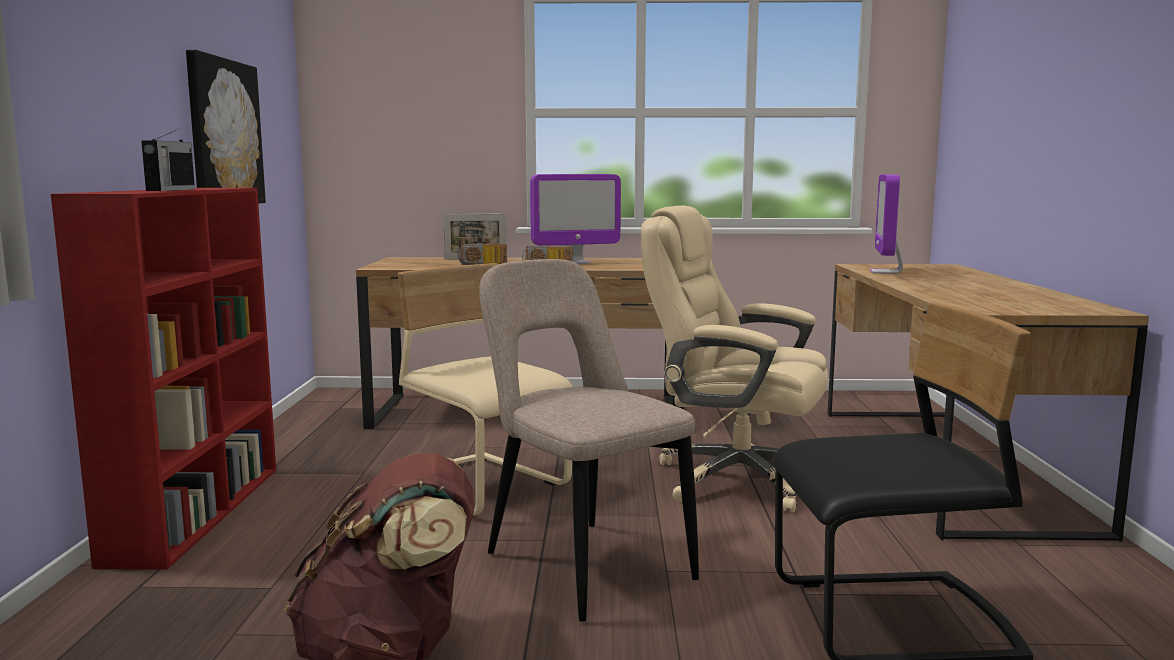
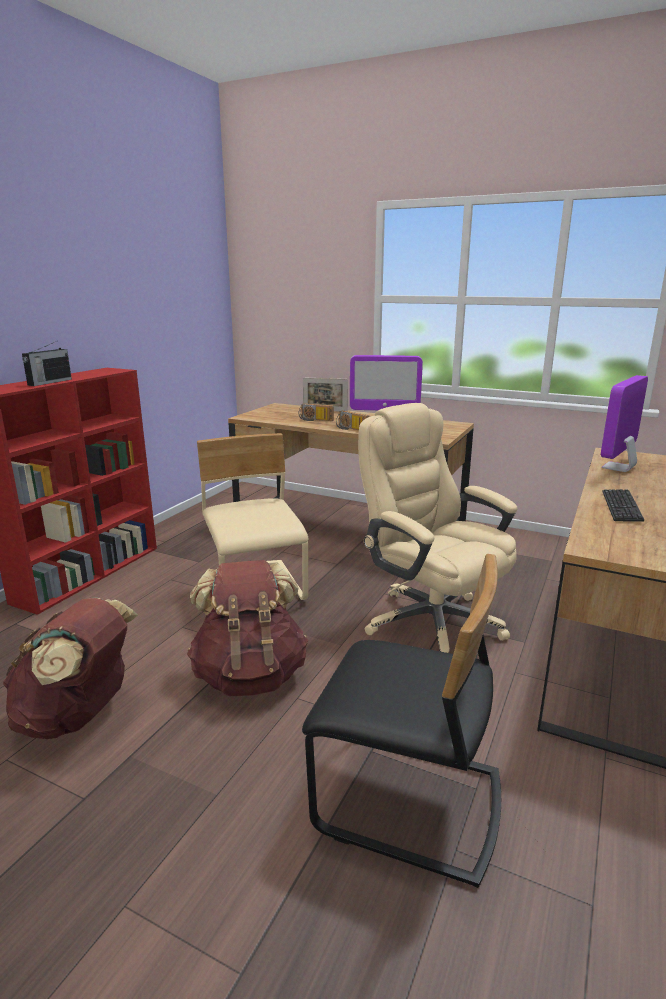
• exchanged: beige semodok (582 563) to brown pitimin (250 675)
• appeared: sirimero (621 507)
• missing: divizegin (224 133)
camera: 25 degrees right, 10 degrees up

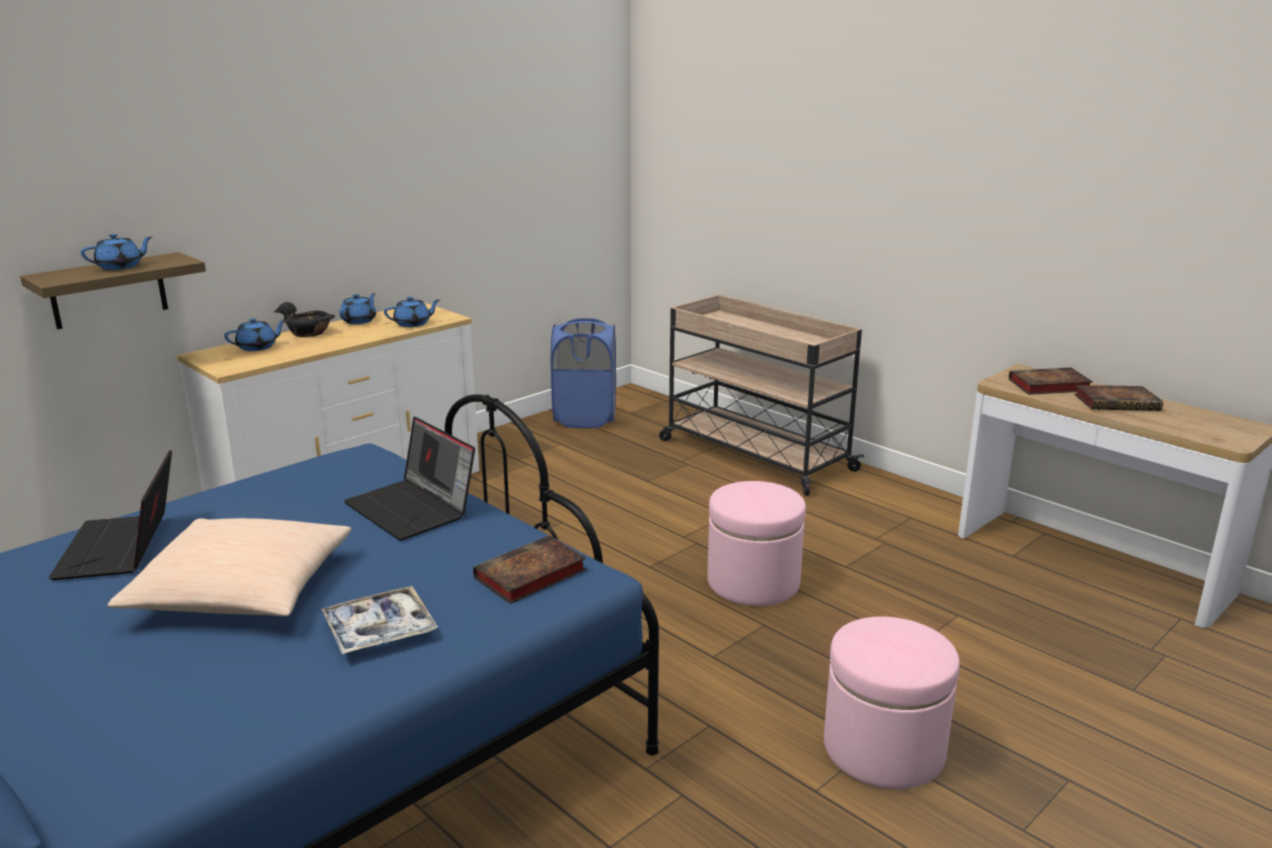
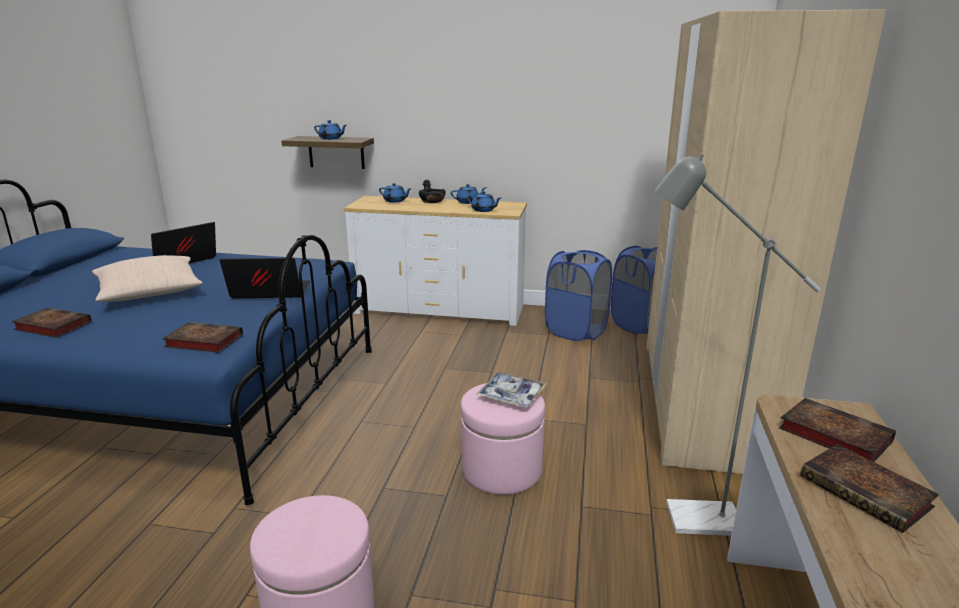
• appeared: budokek (51 326)
• spun: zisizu (413 509) = (268 293) 75 degrees clockwise
• relocated: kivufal (379 630) to (511 395)
• appeared: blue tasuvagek (576 331)
• exchanged: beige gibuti (754 454) to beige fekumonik (702 401)
• appeared: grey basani (690 519)
camera: 55 degrees right, 0 degrees up

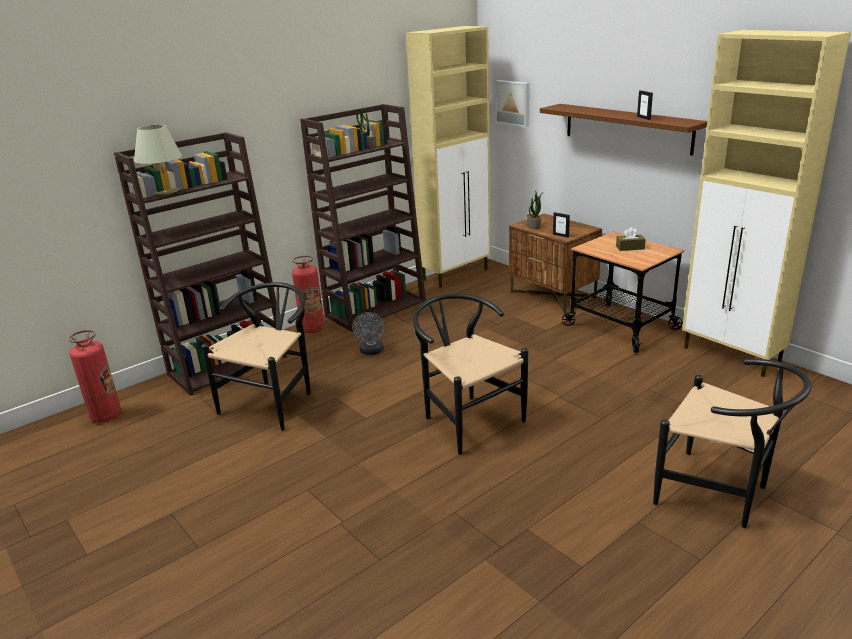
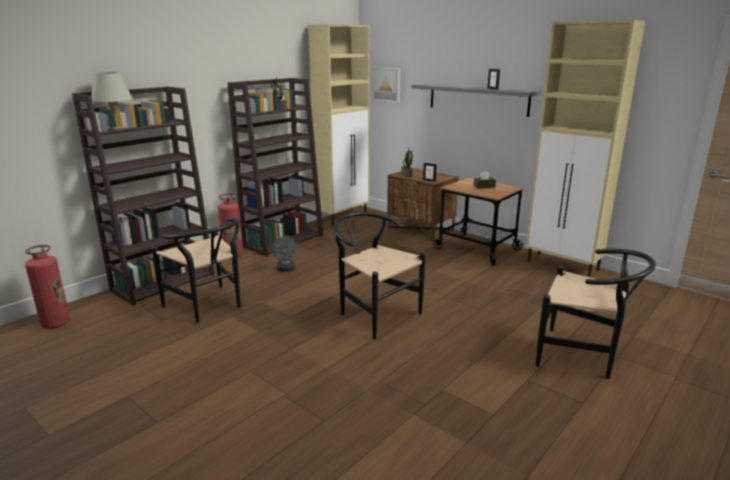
• spun: black semodok (273 401) = (208 307) 120 degrees clockwise
• colour: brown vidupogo (627 128) to grey vidupogo (477 99)
camera: 10 degrees left, 5 degrees down

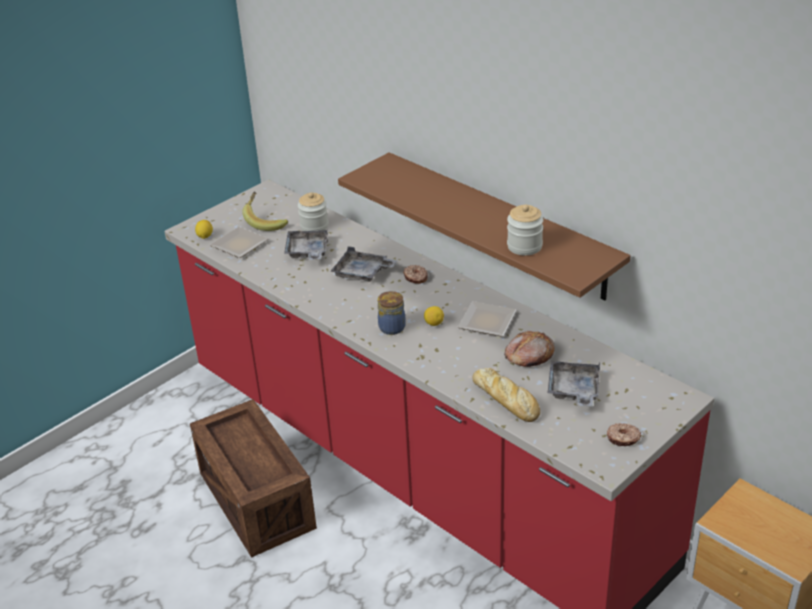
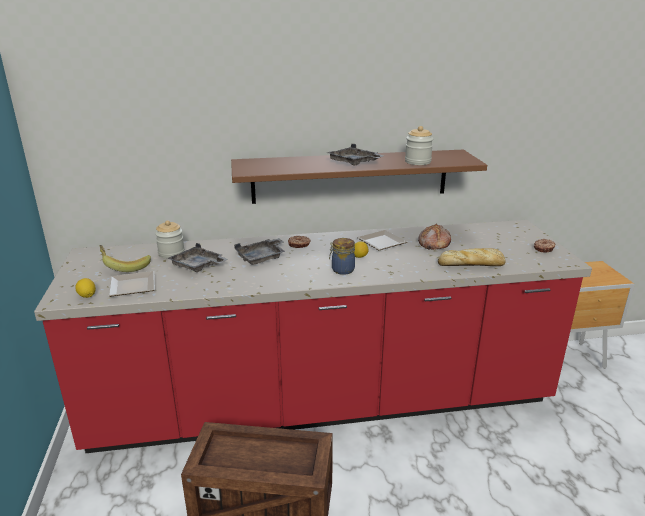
• relocated: grey kivufal (573 391) to (354 162)
camera: 55 degrees left, 10 degrees down

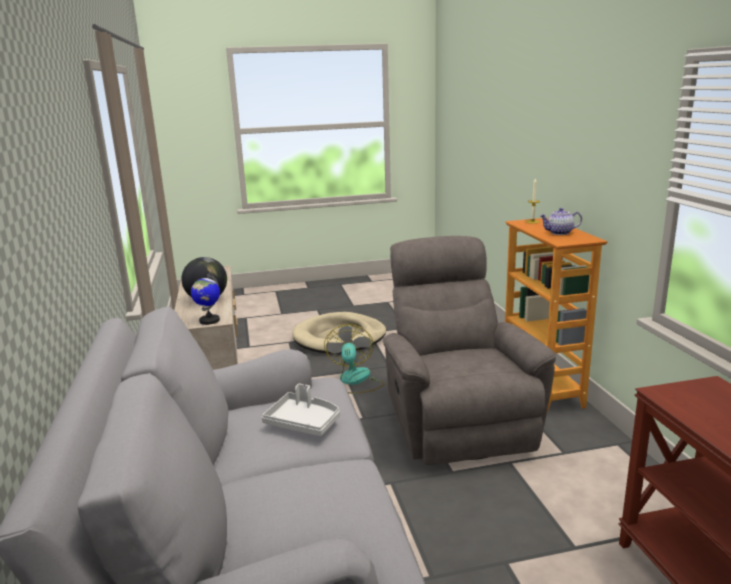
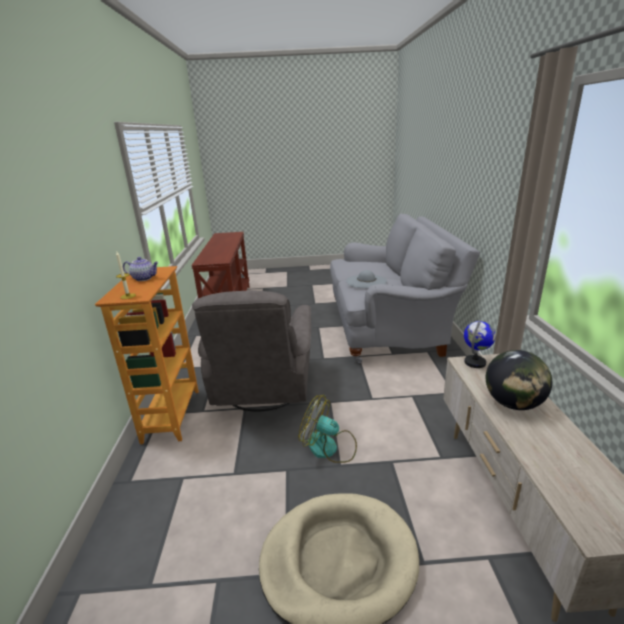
• spun: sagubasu (355 381) = (329 448) 105 degrees clockwise
• exchanged: grey kivufal (303 422) to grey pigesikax (366 281)
camera: 170 degrees left, 5 degrees up

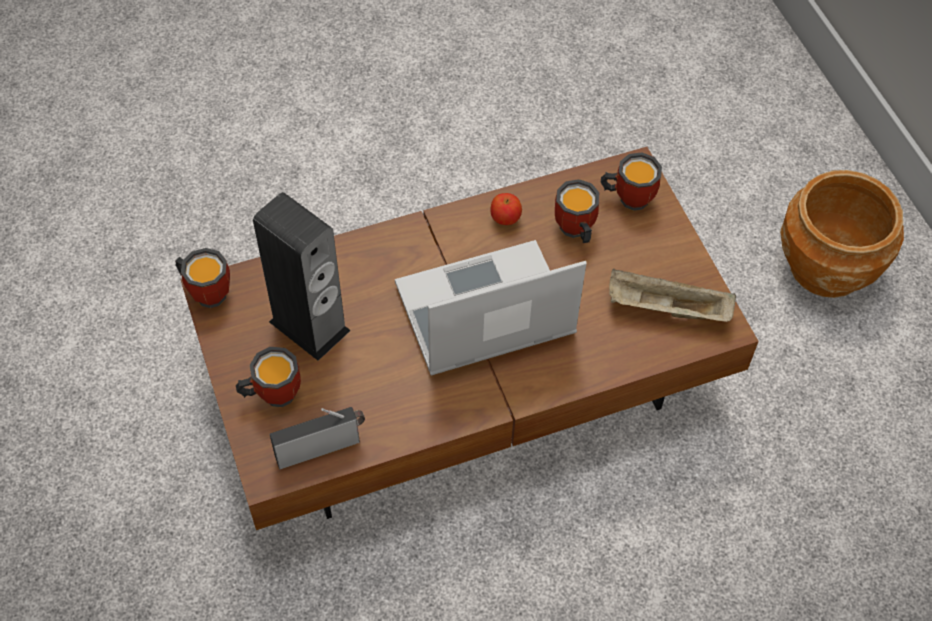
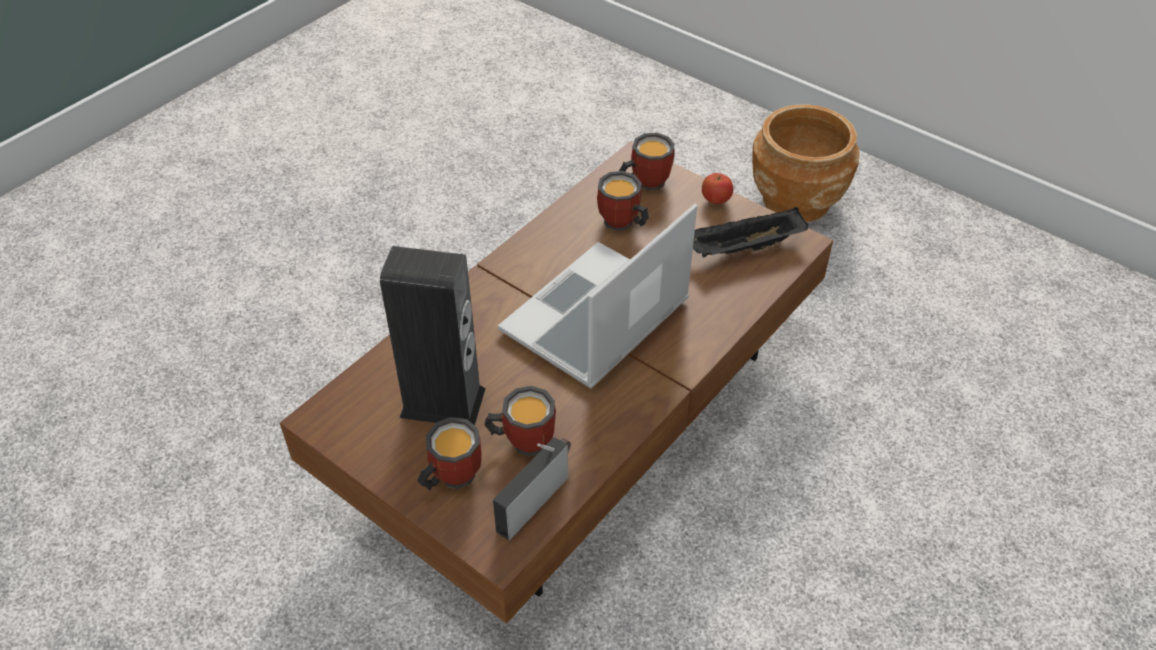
• relocated: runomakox (208 290) to (523 439)
• colour: beige kivufal (666 309) to black kivufal (744 249)
• relocated: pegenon (505 219) to (715 200)
camera: 30 degrees left, 10 degrees down

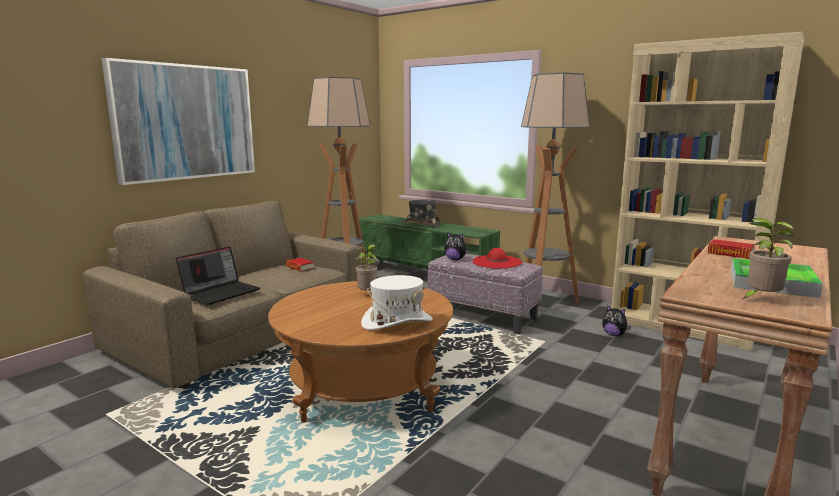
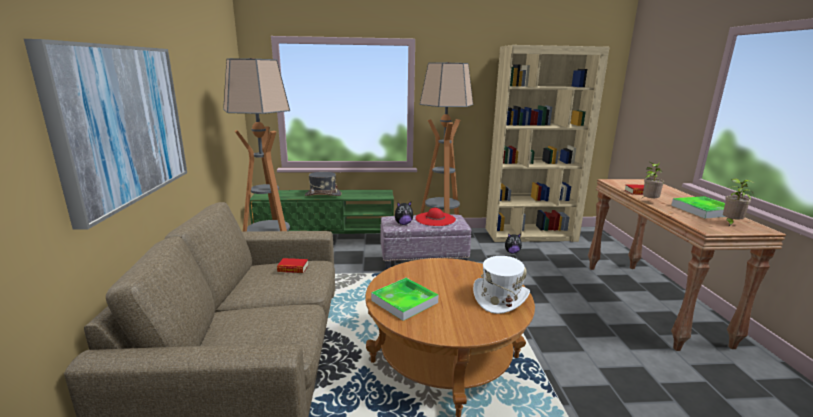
• appeared: kivufal (404 301)
• relocated: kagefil (368 294) to (648 201)
• missing: zisizu (221 292)
camera: 40 degrees left, 5 degrees up

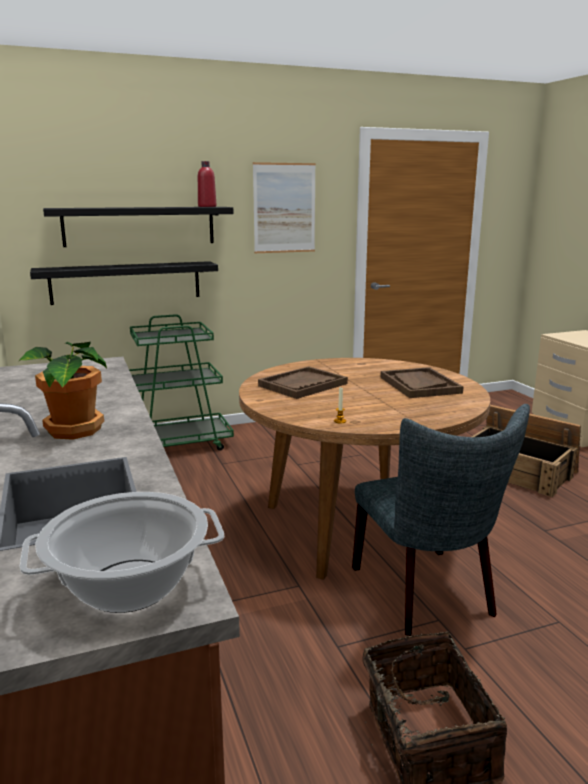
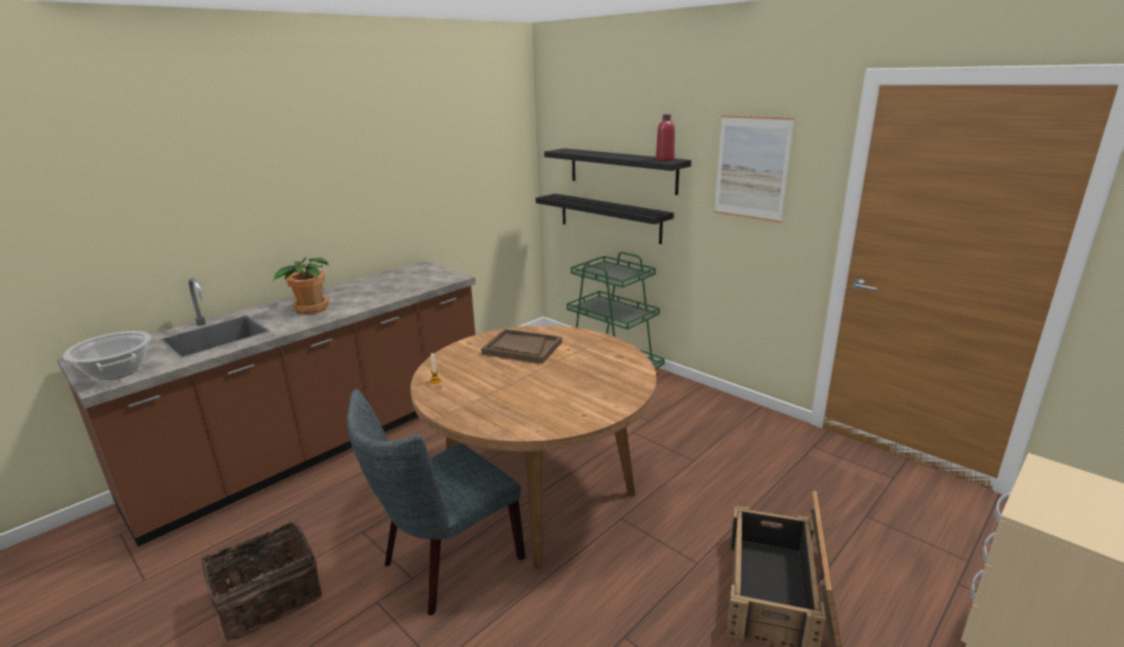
• missing: brown kivufal (419 385)
camera: 65 degrees right, 5 degrees up

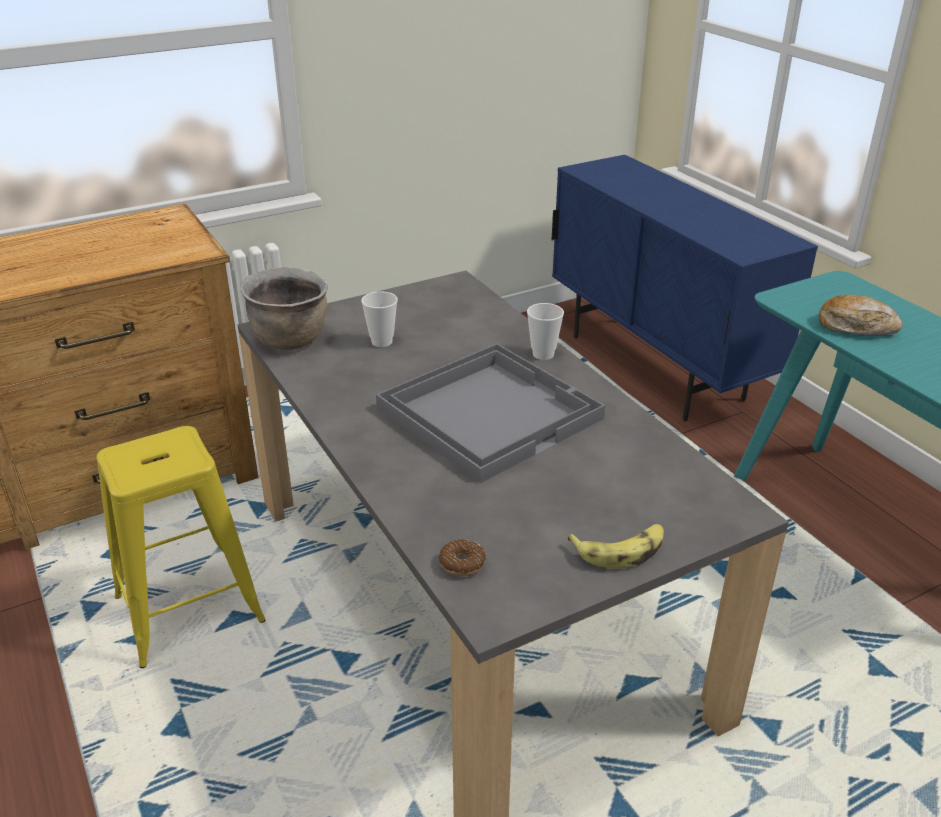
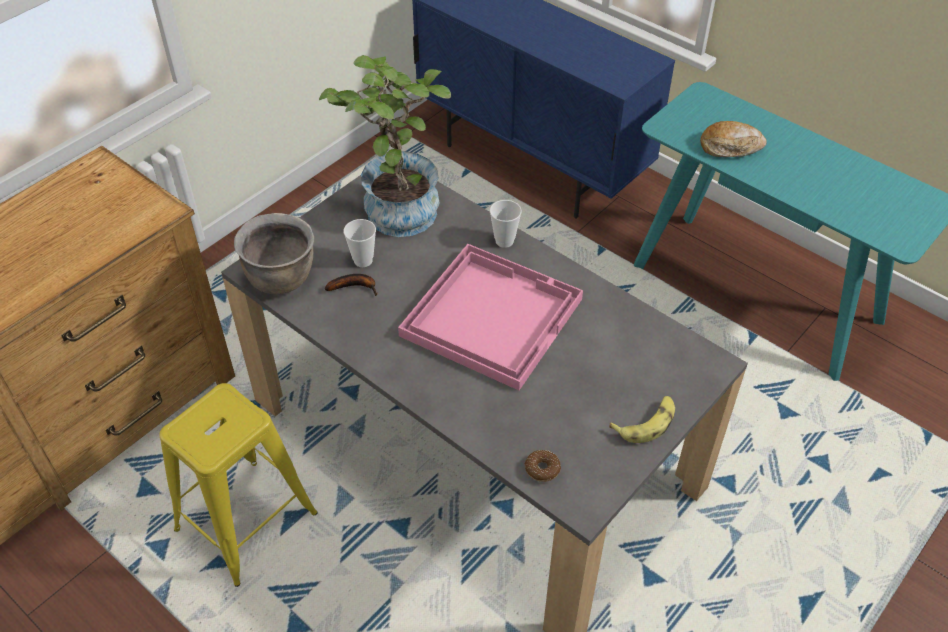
• appeared: kagefil (397 205)
• appeared: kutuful (355 286)
• colour: grey kivufal (489 411) to pink kivufal (491 316)
camera: 20 degrees left, 15 degrees up

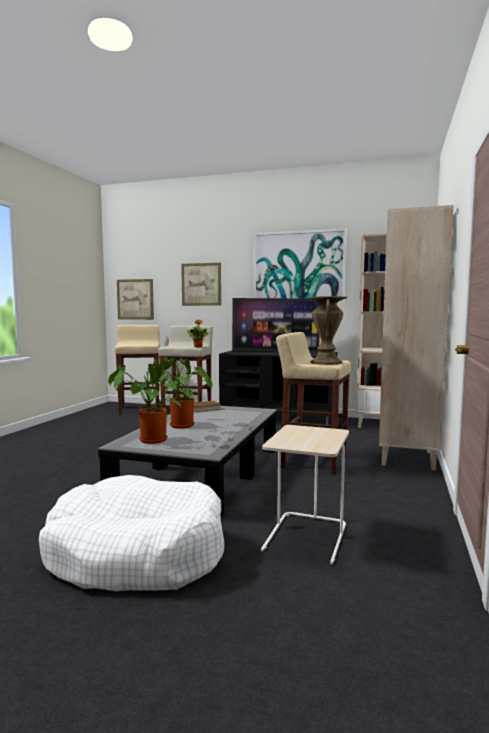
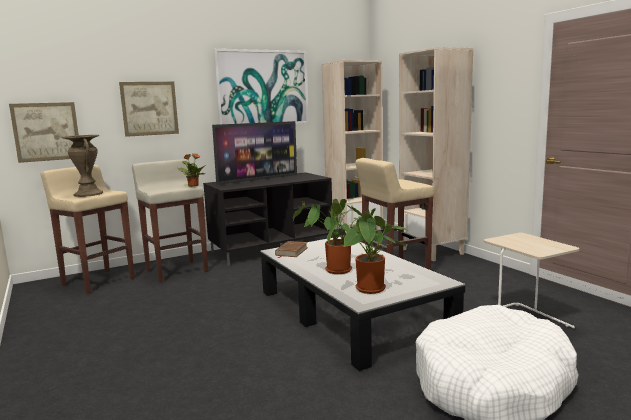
• relocated: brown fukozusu (326 363) to (88 194)
camera: 45 degrees left, 5 degrees up

